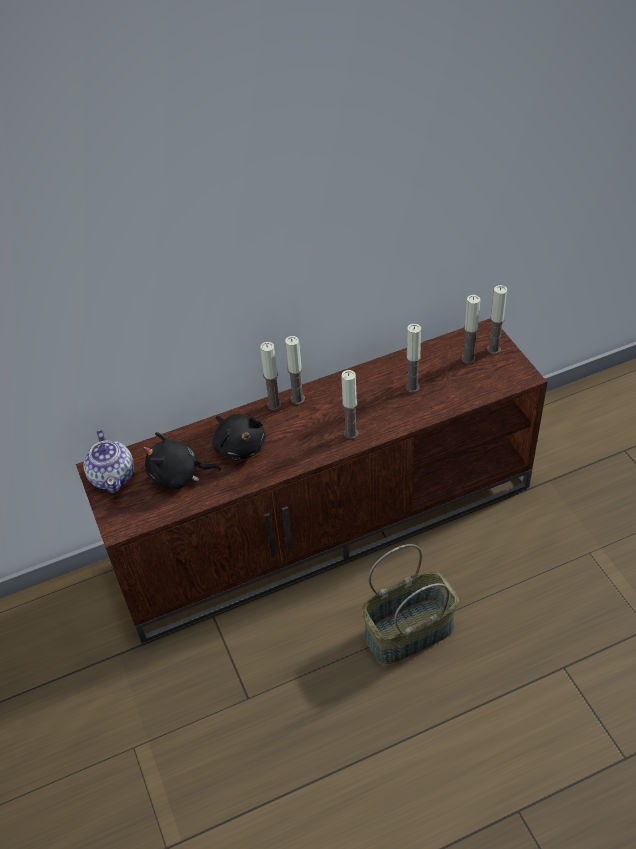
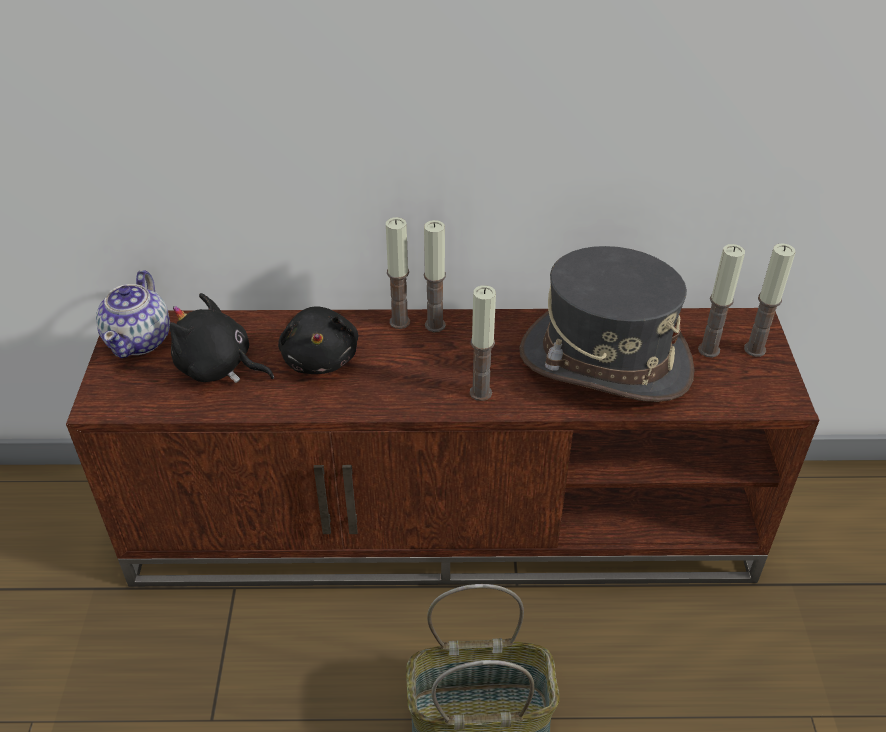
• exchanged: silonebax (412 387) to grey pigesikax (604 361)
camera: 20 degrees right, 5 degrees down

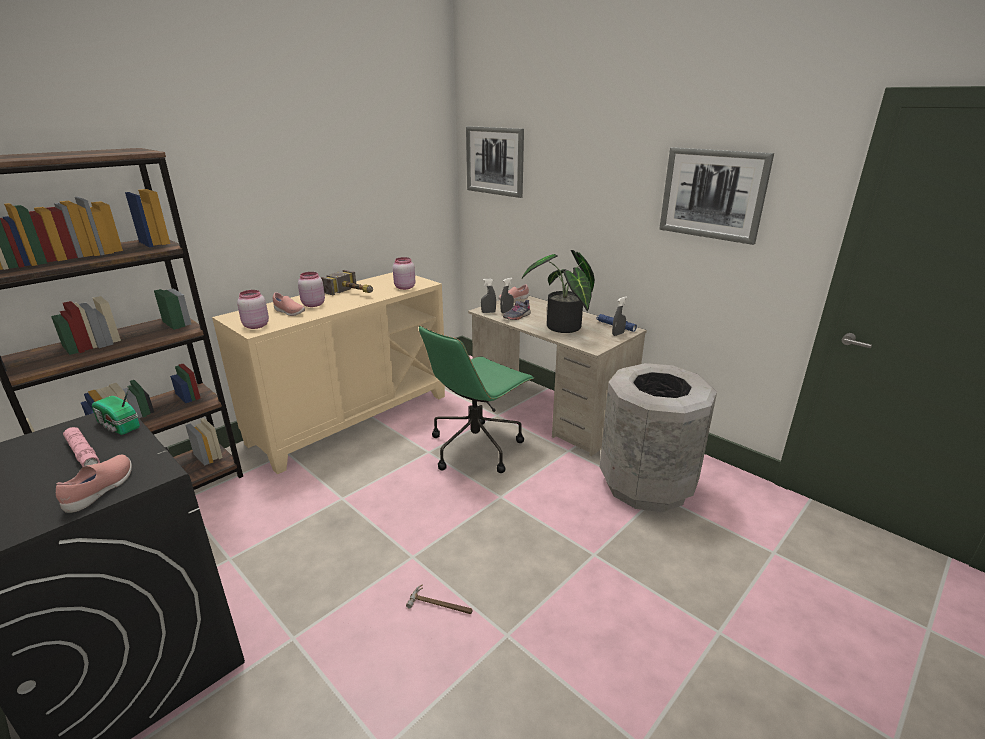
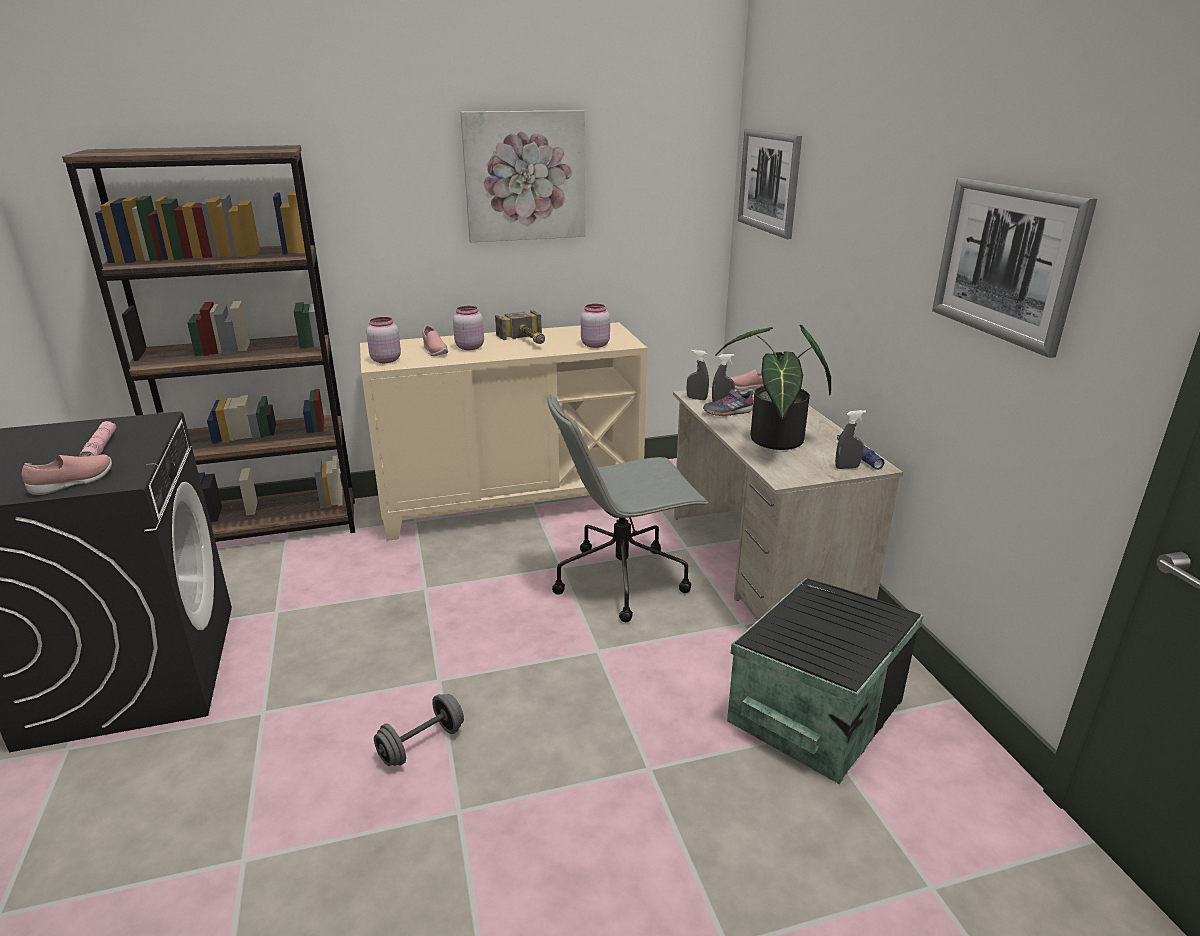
• exchanged: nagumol (441 604) to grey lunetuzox (421 744)
• appeared: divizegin (524 176)
• colour: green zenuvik (476 447) to grey zenuvik (623 579)
• exchanged: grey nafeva (646 485) to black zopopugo (812 710)
• missing: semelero (118 426)
camera: 30 degrees right, 0 degrees up

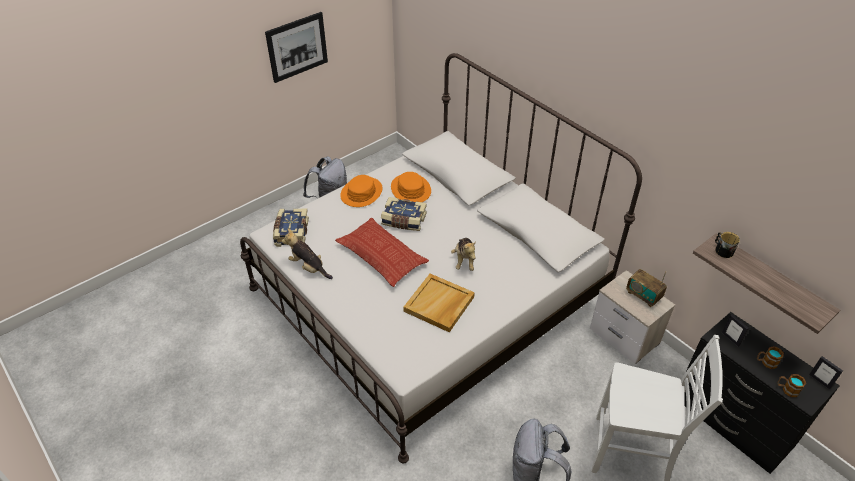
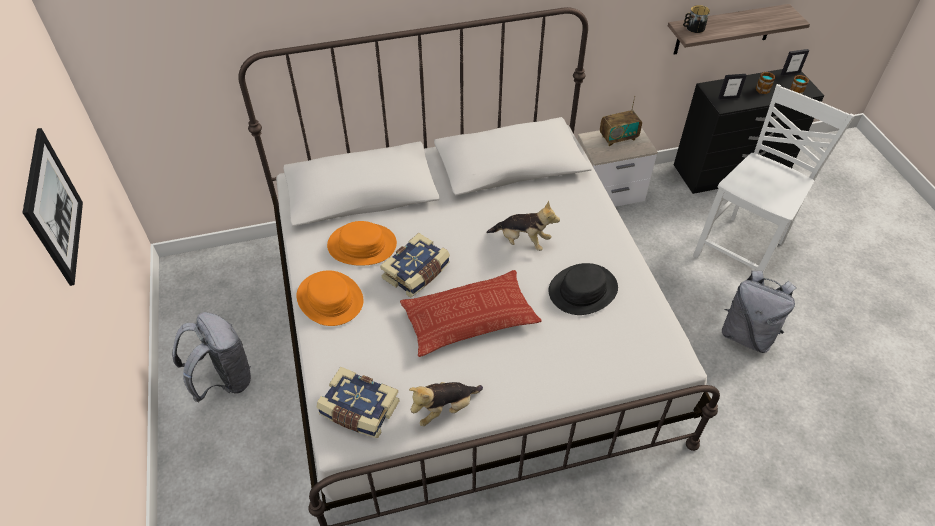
• exchanged: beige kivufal (439 304) to black pigesikax (583 290)
camera: 65 degrees left, 5 degrees up

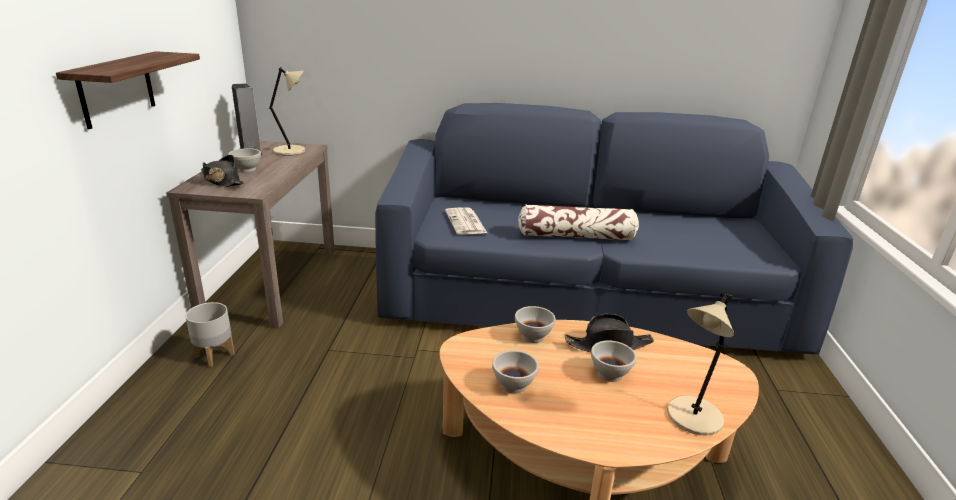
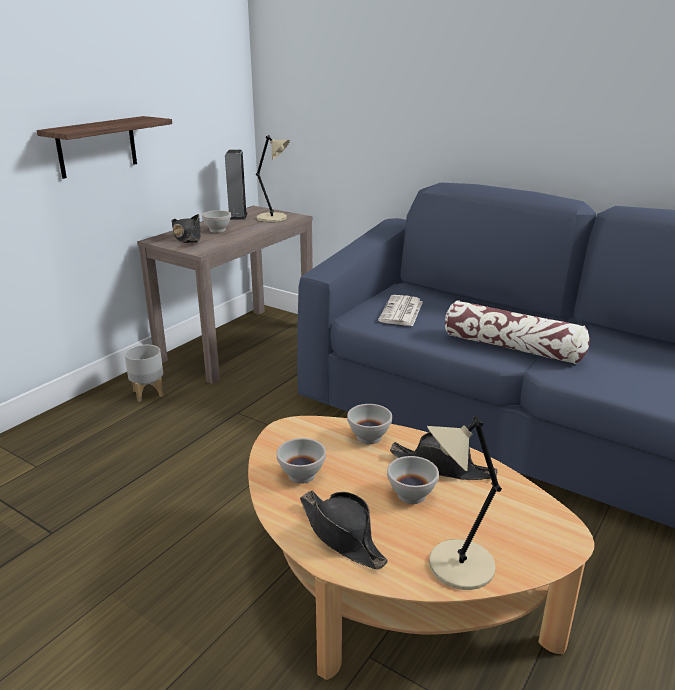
• appeared: black pigesikax (342 535)
camera: 30 degrees right, 0 degrees up

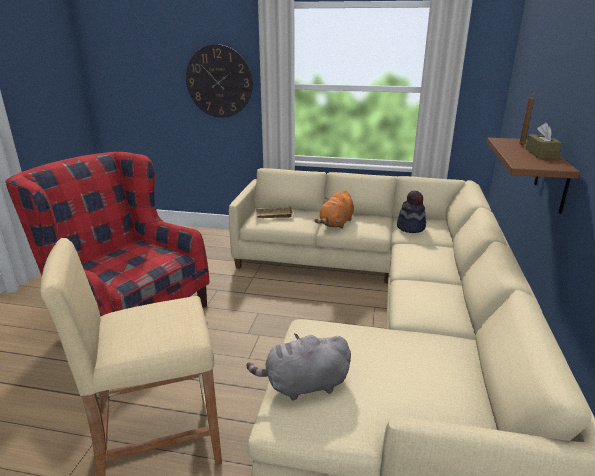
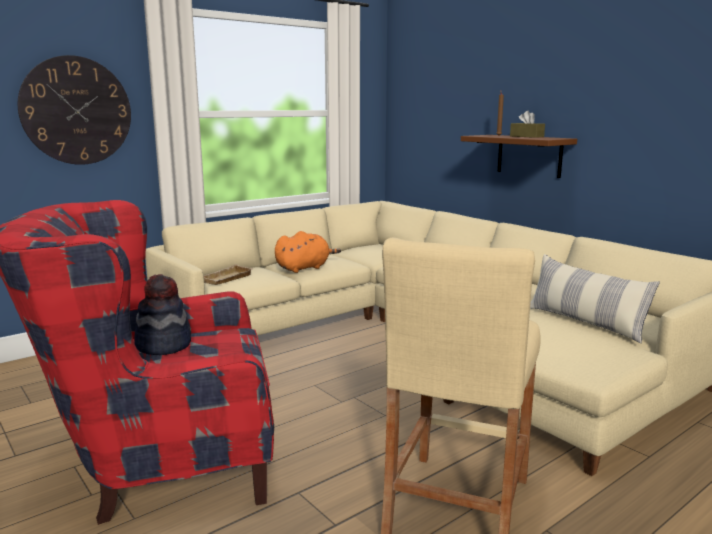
• relocated: pigesikax (411 227) to (163 345)
• spun: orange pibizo (336 224) = (304 268) 105 degrees counterclockwise
• appeared: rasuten (584 322)
• missing: grey pibizo (303 385)
camera: 50 degrees left, 10 degrees down

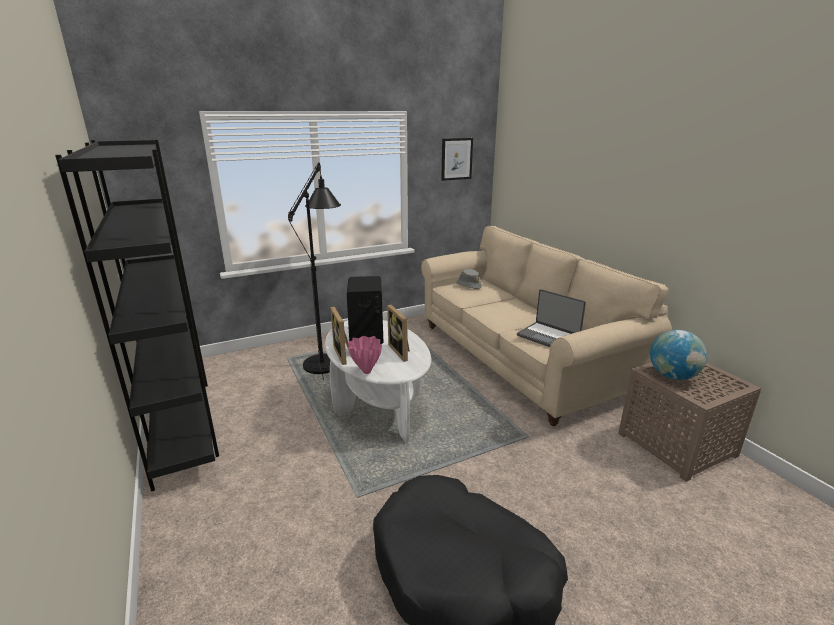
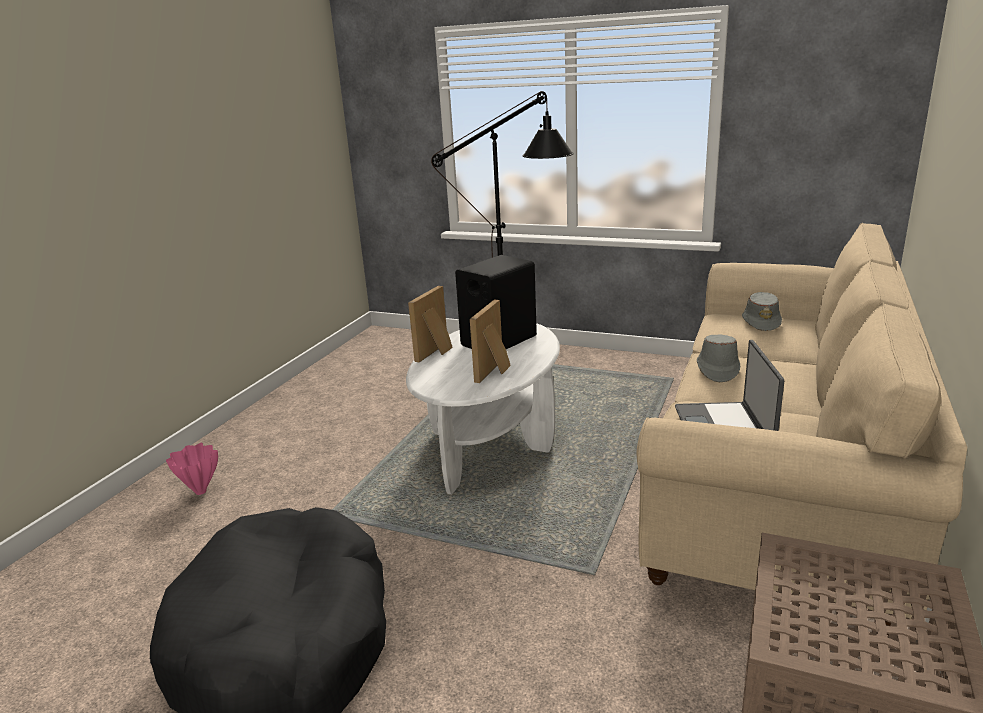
• relocated: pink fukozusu (366 371) to (201 491)
• appeared: grey pigesikax (717 369)
• missing: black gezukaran (182 423)
• missing: divizegin (456 159)
• missing: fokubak (672 376)
camera: 50 degrees right, 0 degrees up

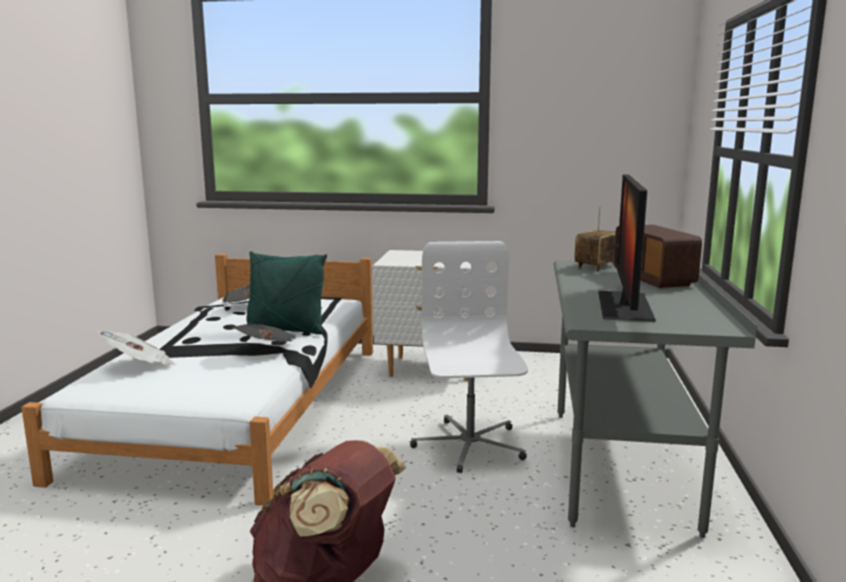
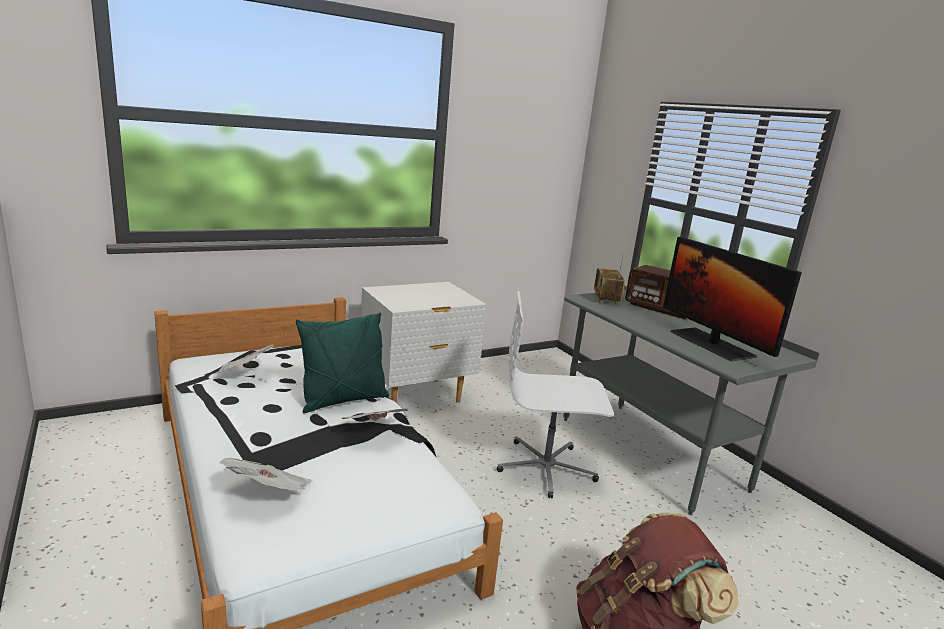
• spun: white zenuvik (469 445) = (546 468) 45 degrees counterclockwise
camera: 40 degrees left, 5 degrees up

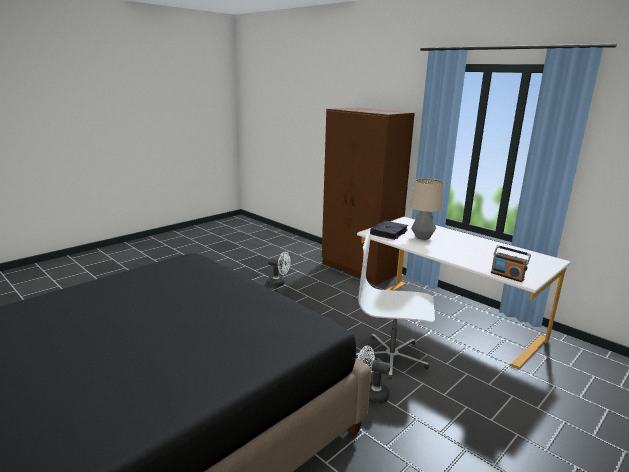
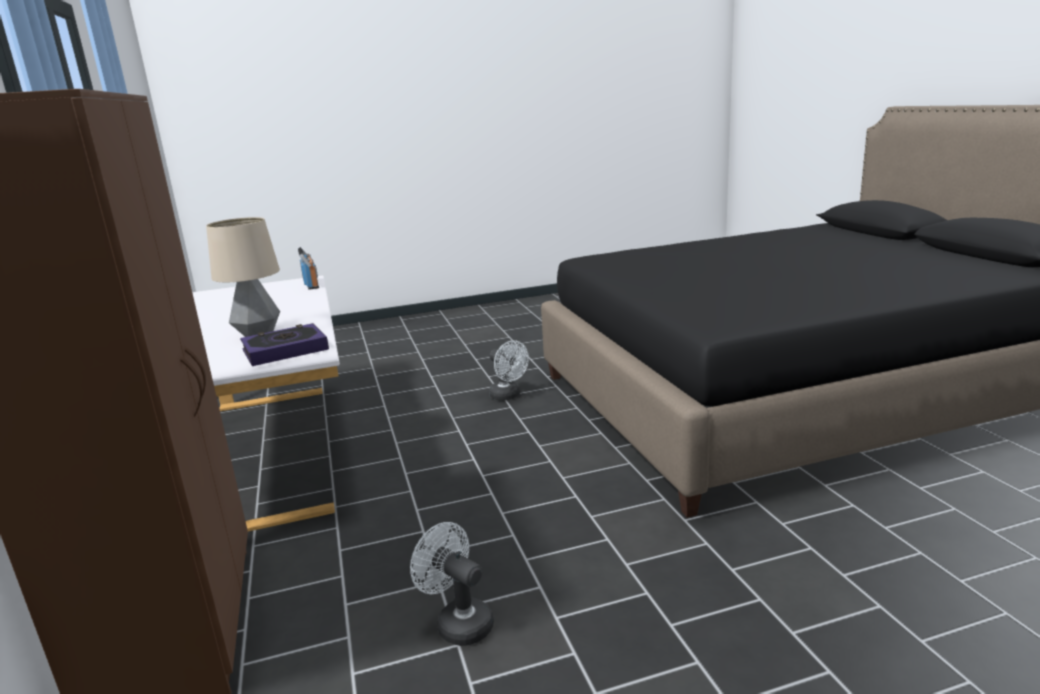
• missing: white zenuvik (392 357)
camera: 150 degrees left, 0 degrees up

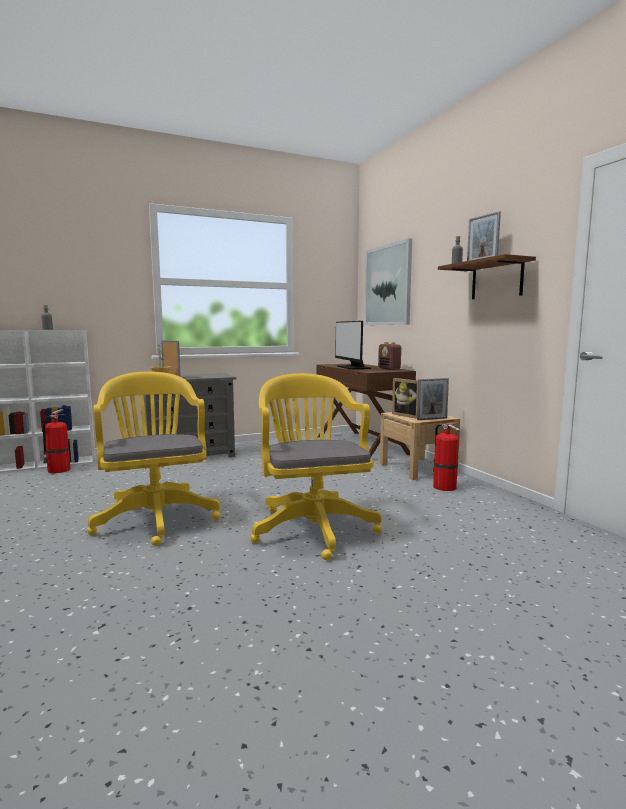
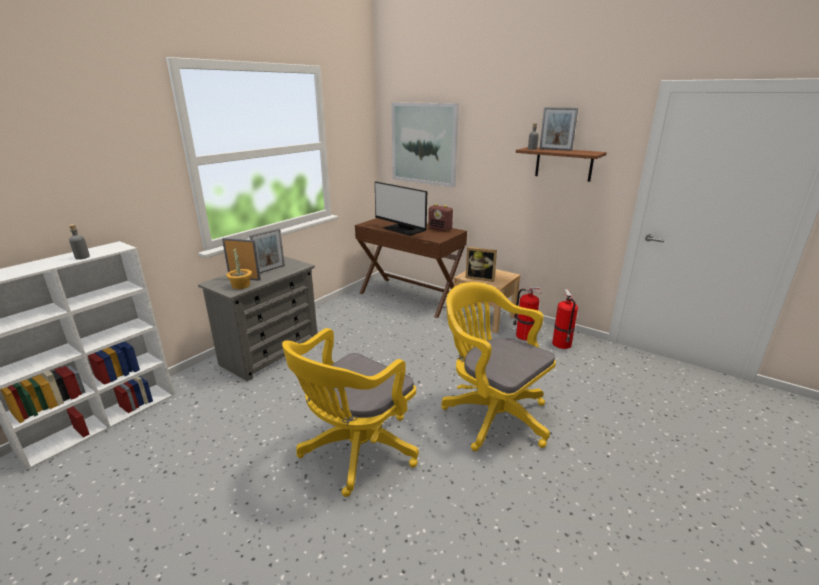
• relocated: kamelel (432 419) to (270 269)
• spun: yellow zenuvik (156 517) = (355 452) 90 degrees counterclockwise
• relocated: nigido (58 470) to (562 344)
camera: 30 degrees left, 15 degrees up

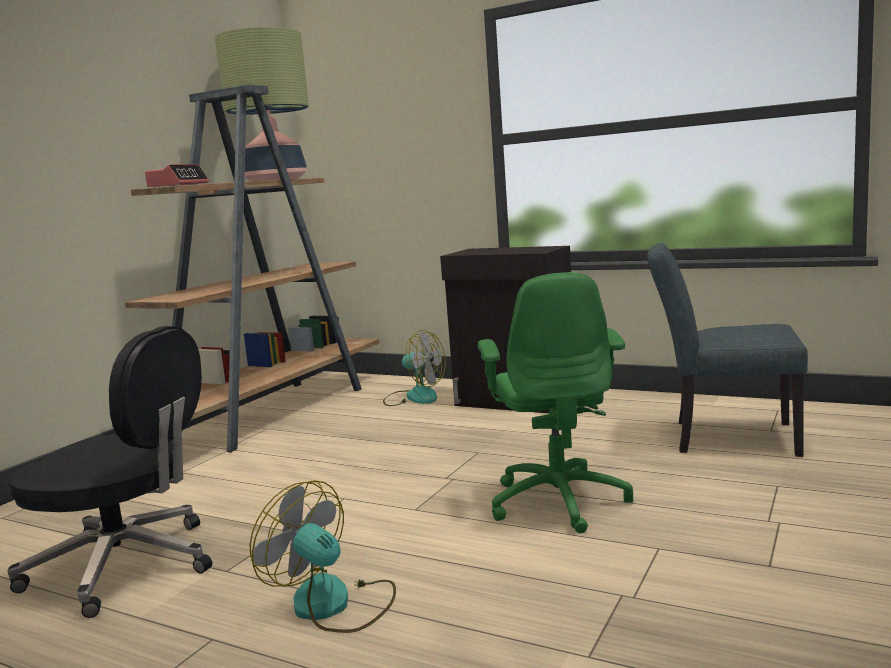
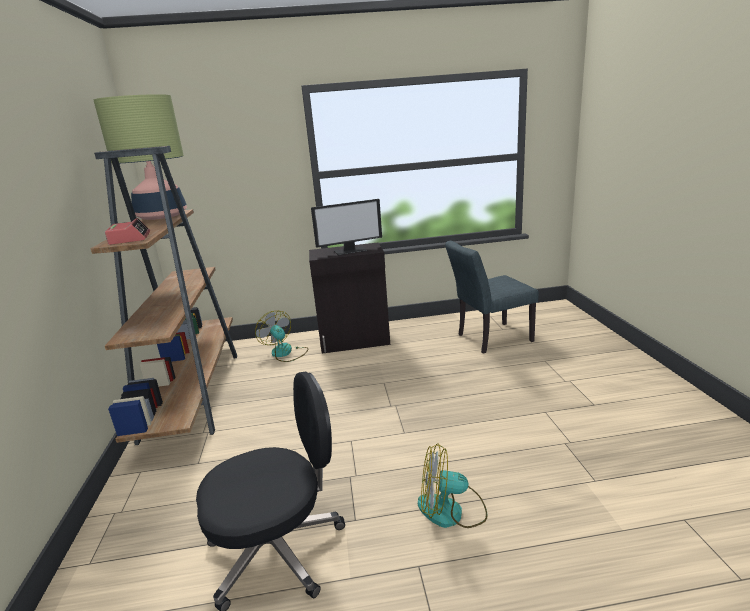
• spun: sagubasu (414 397) = (285 353) 120 degrees counterclockwise
• appeared: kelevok (350 250)
• missing: green zenuvik (559 501)
camera: 35 degrees left, 10 degrees up

